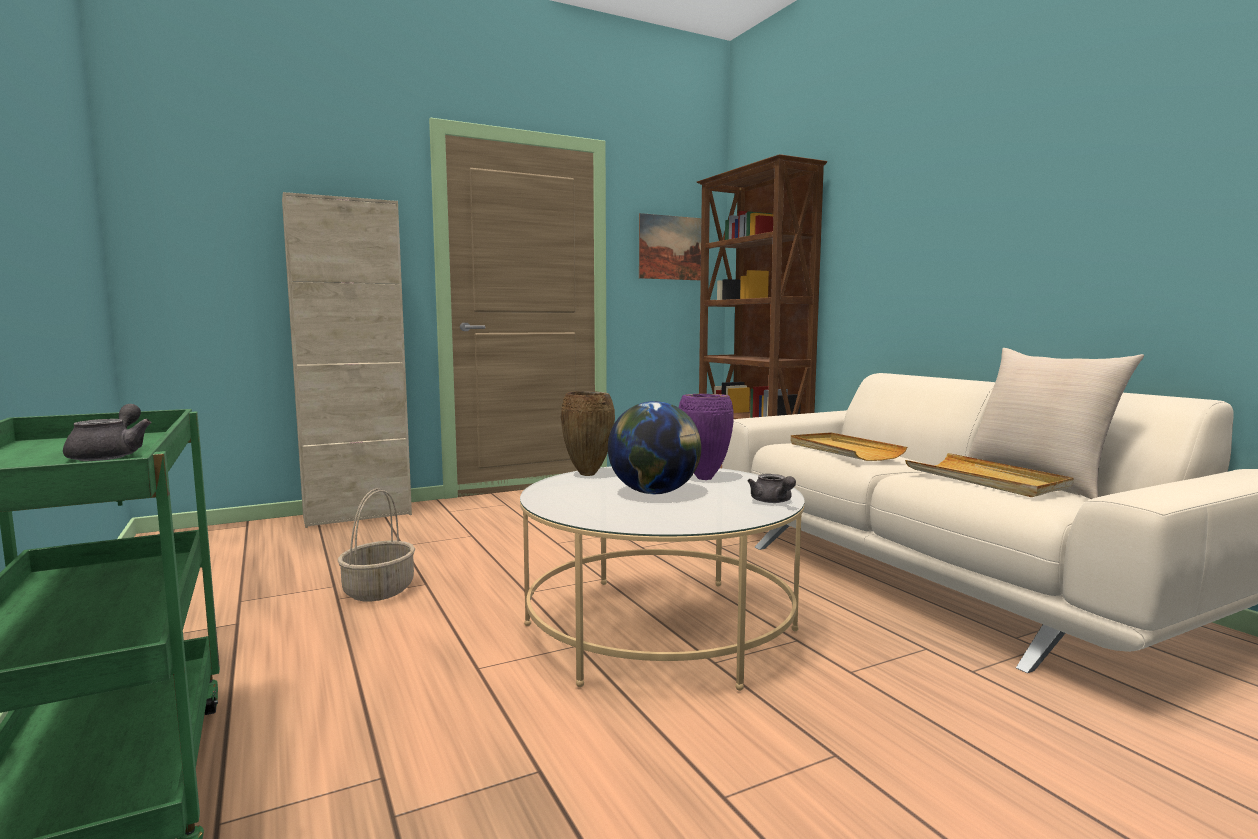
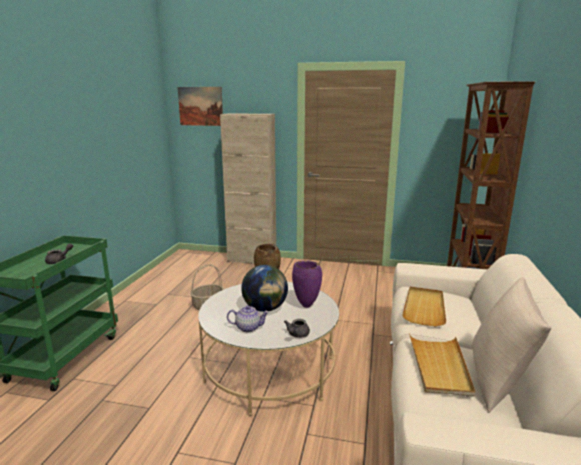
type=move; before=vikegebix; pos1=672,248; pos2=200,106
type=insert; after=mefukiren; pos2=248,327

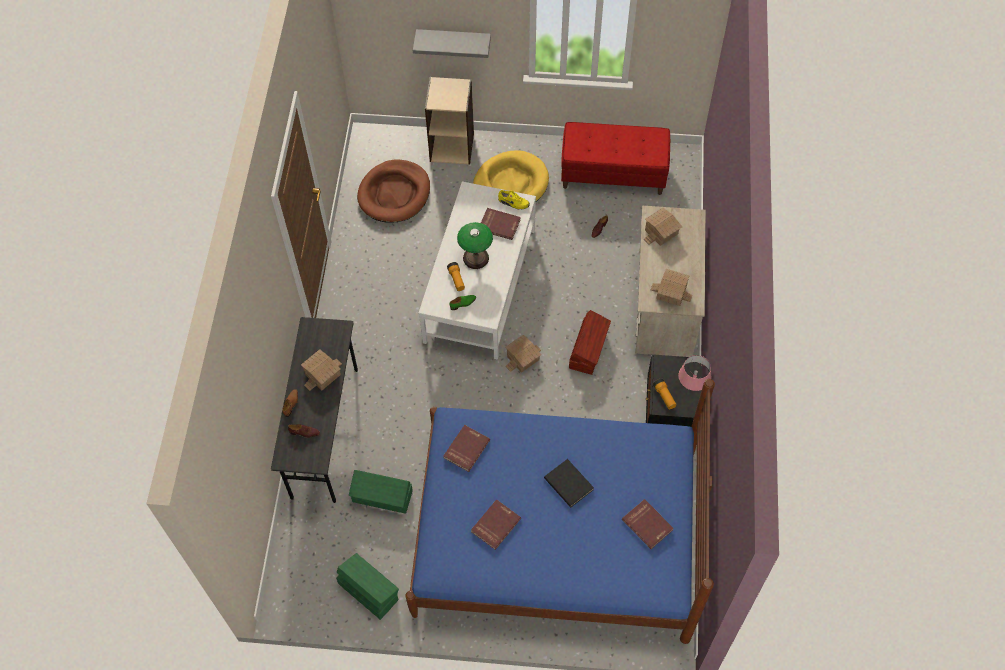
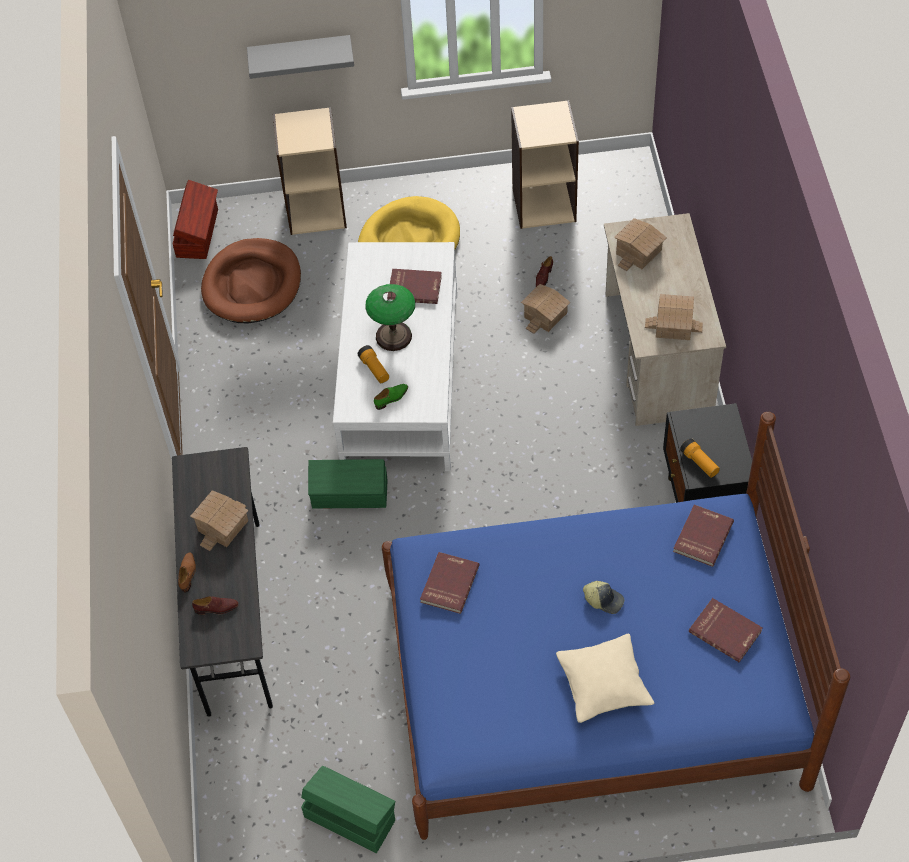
type=move; before=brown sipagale; pos1=588,349; pos2=198,233
type=move; before=green sipagale; pos1=382,497; pos2=350,494
type=replace; before=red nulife; after=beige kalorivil; pos1=613,174; pos2=544,204
type=move; before=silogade; pos1=523,359; pos2=546,315
type=insert; after=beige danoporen; pos2=604,684
type=replace; before=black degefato; after=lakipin; pos1=569,483; pos2=604,599
type=move; before=red degefato; pos1=495,524; pos2=702,536
type=delete; before=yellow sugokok; pos1=513,203
type=delete; before=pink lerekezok; pos1=690,390

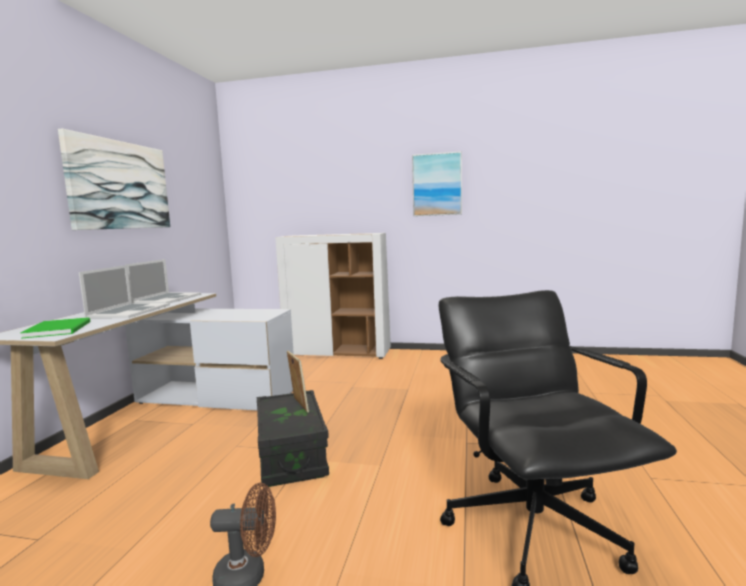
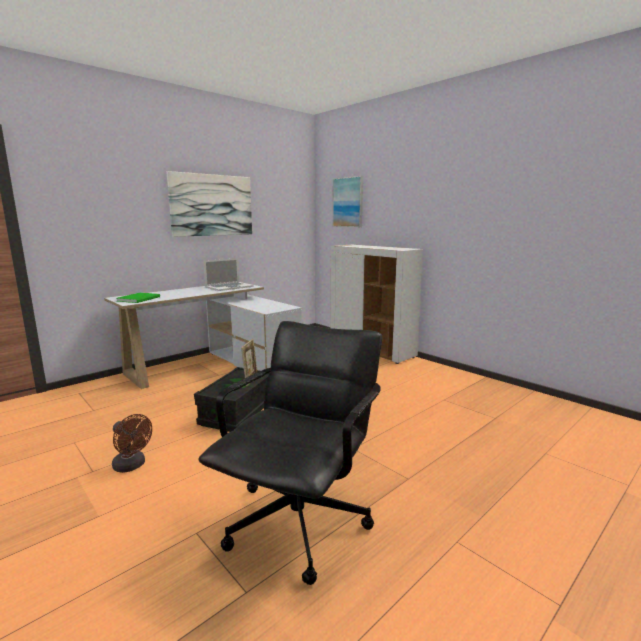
type=move; before=vikegebix; pos1=437,184; pos2=348,202
type=delete; before=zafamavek; pos1=129,311

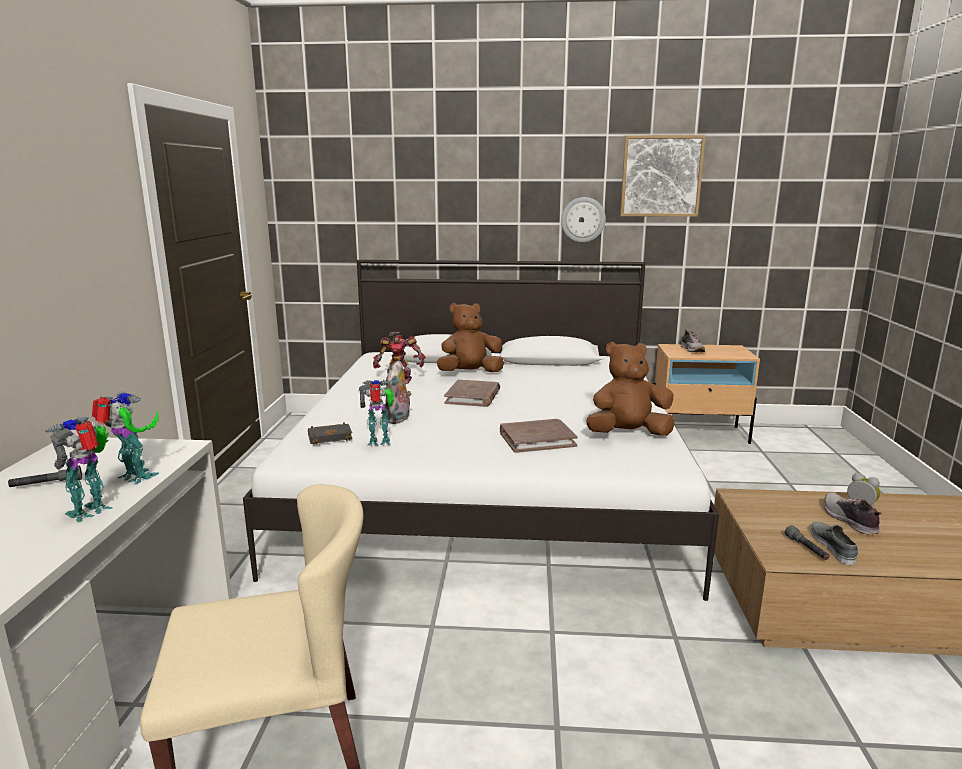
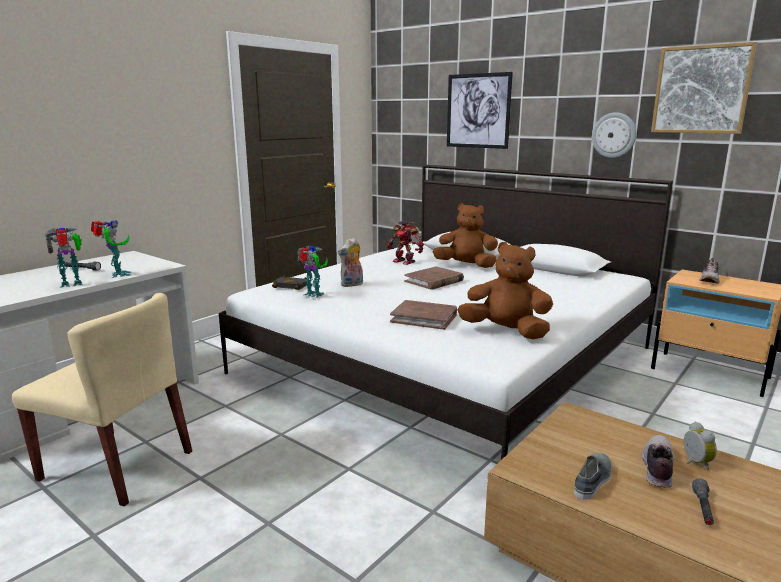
type=insert; after=vikegebix; pos2=478,111
type=move; before=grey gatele; pos1=806,549; pos2=703,508

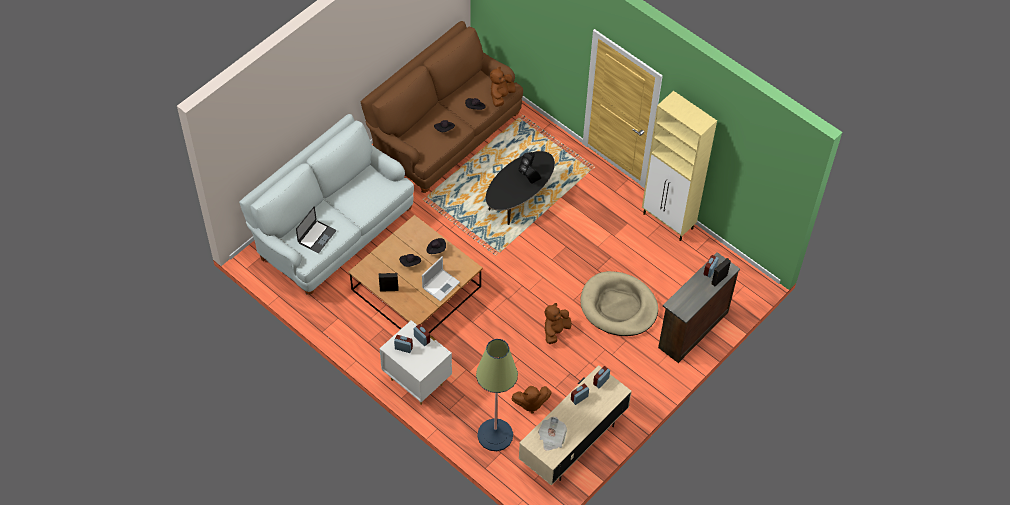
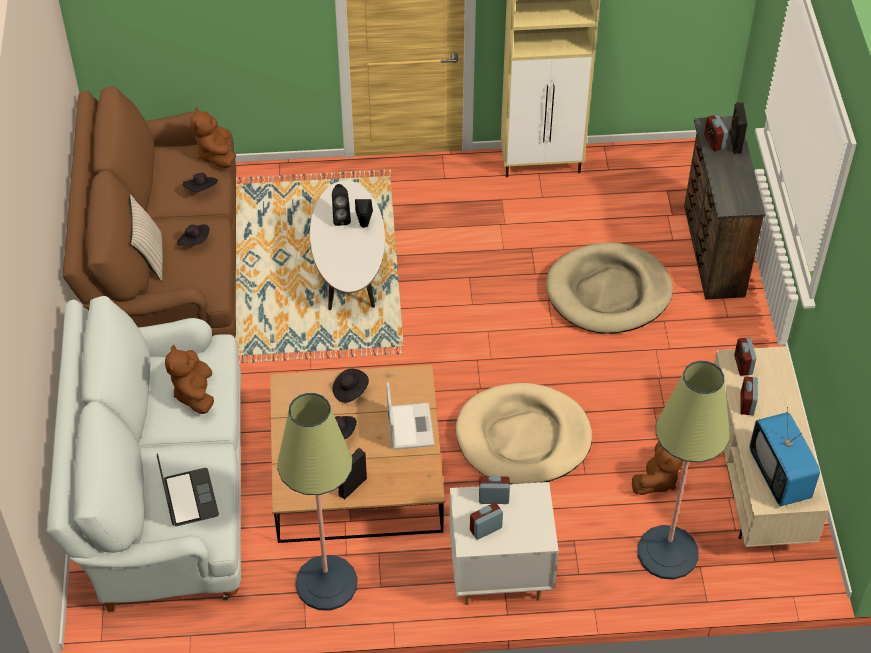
type=insert; after=beige danoporen; pos2=150,257
type=move; before=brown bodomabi; pos1=555,331; pos2=194,393
type=insert; after=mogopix; pos2=326,583
type=recolor; before=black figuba; after=white figuba; pos1=519,198; pos2=349,269
type=insert; after=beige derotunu; pos2=523,438
type=replace; before=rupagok; after=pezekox; pos1=551,438; pos2=779,475

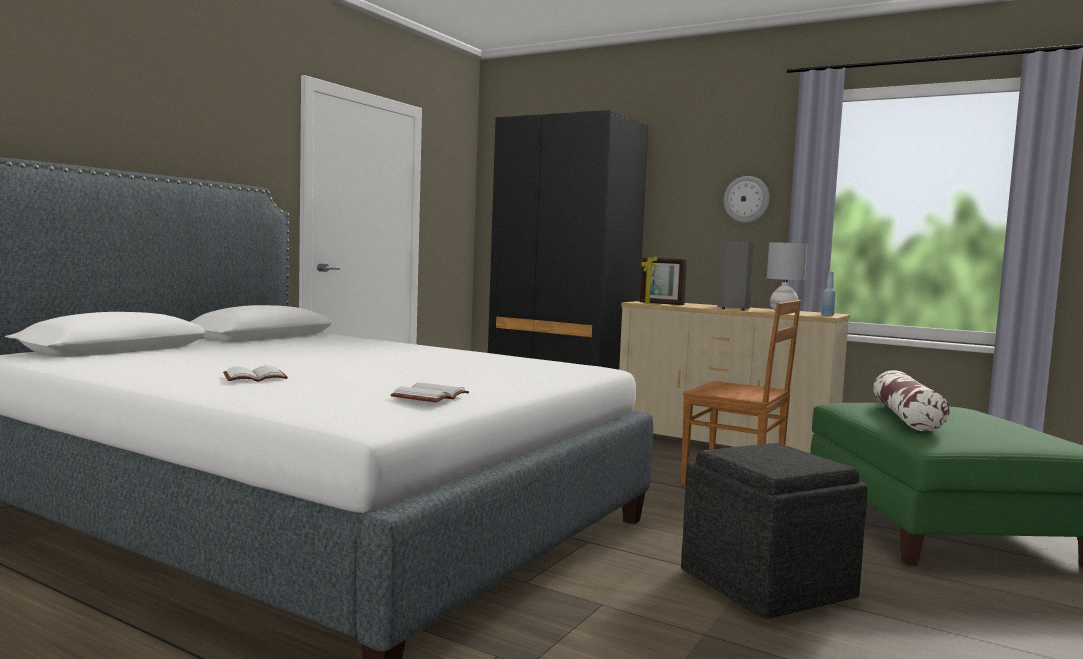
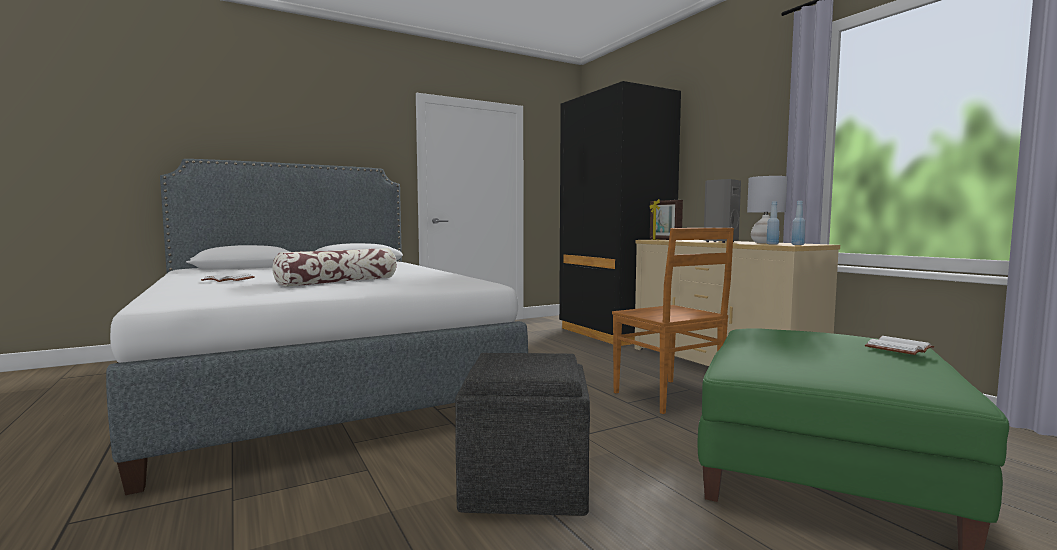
type=move; before=danoporen; pos1=906,417; pos2=339,282
type=insert; after=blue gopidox; pos2=772,244
type=move; before=white degefato; pos1=431,396; pos2=900,349
type=delete; before=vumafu; pos1=746,199

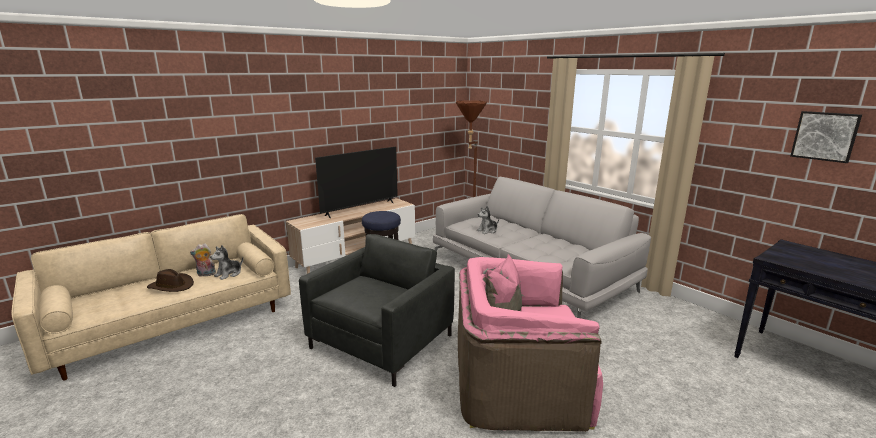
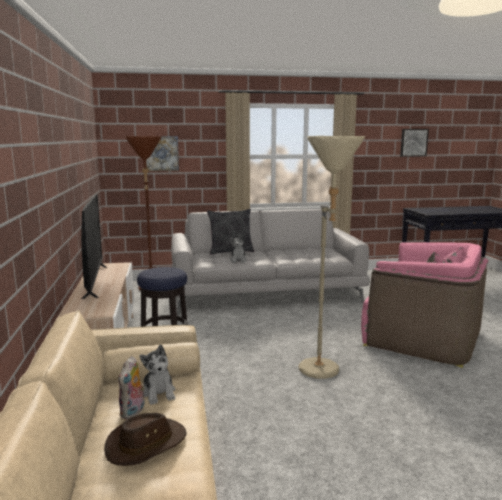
type=insert; after=vikegebix; pos2=161,153
type=insert; after=grey danoporen; pos2=230,251
type=replace; before=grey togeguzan; after=beige mogopix; pos1=382,341; pos2=324,373
type=rotate; before=pink togeguzan; pos1=519,383; pos2=422,338; turn=-90

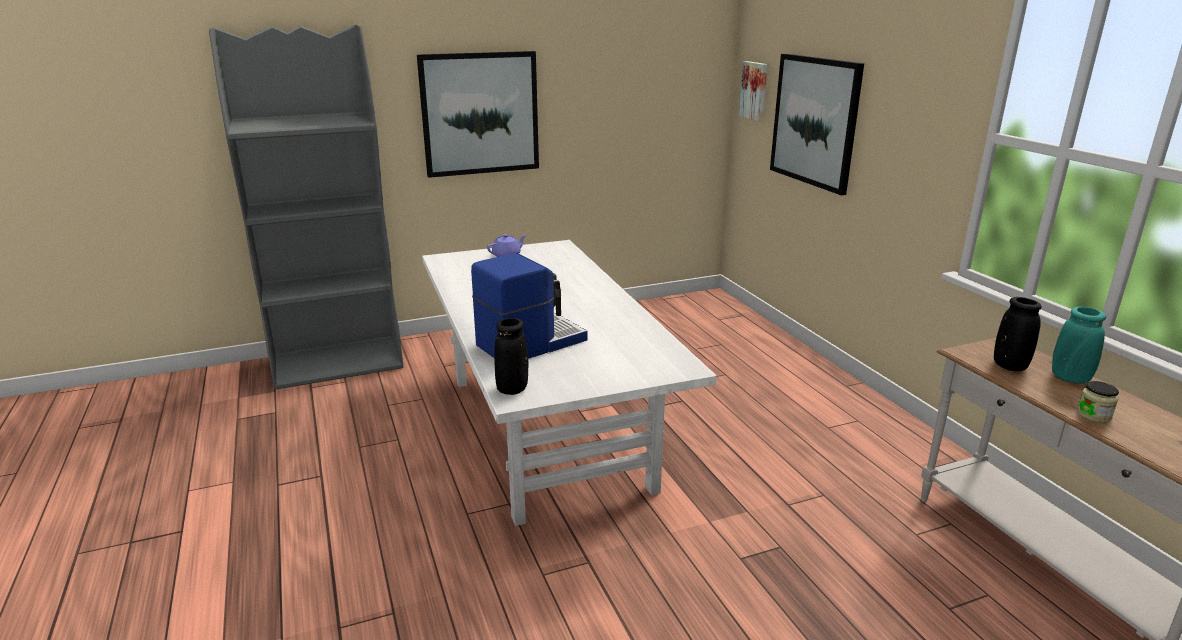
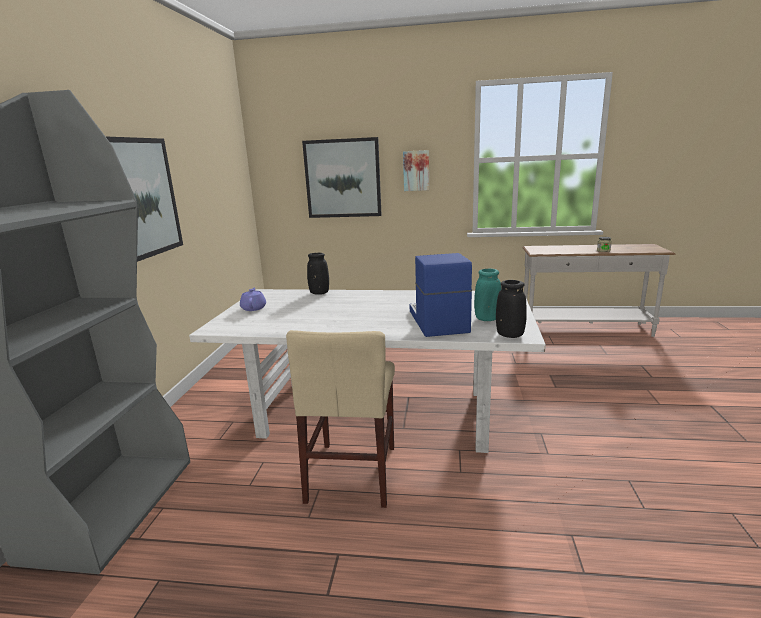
type=insert; after=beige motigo; pos2=352,473
type=move; before=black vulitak; pos1=1009,366; pos2=319,293
type=move; before=vikegebix; pos1=755,90; pos2=416,170
type=move; before=turquoise vulitak; pos1=1069,378; pos2=487,319

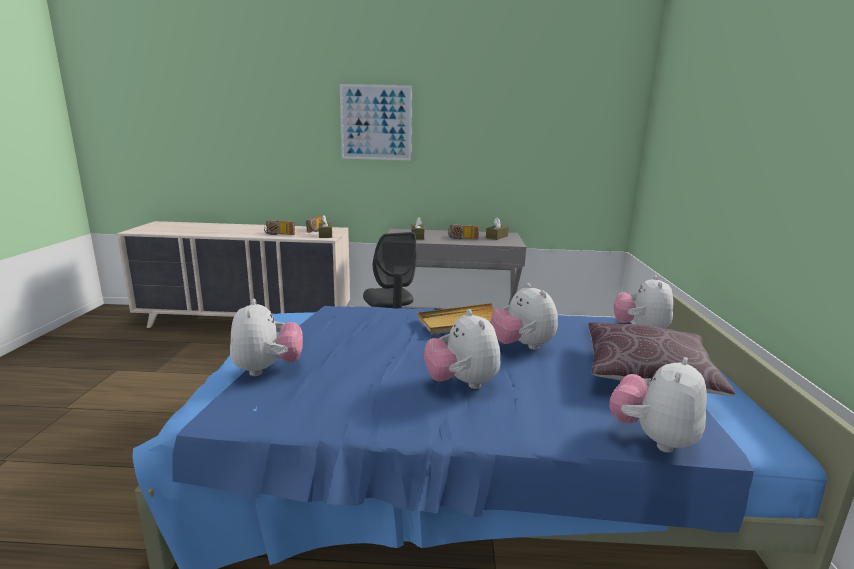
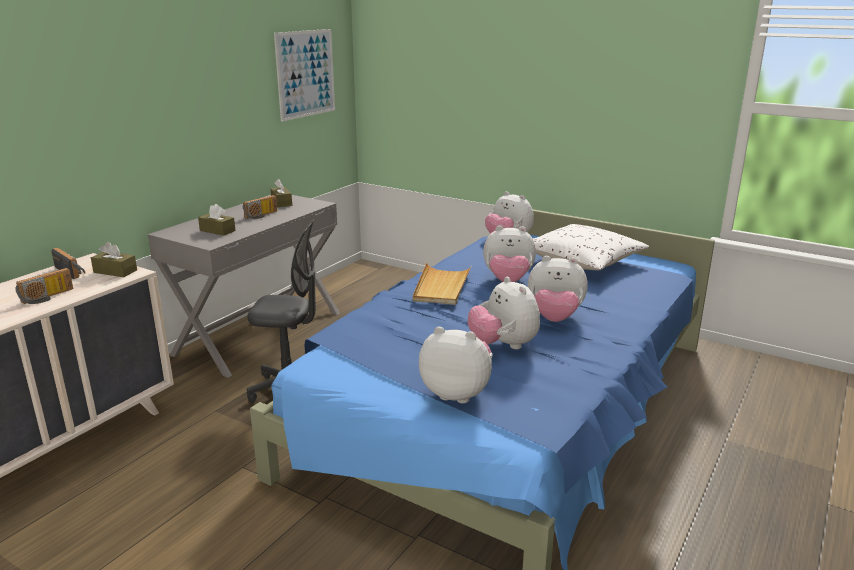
type=move; before=vikegebix; pos1=376,122; pos2=305,74
type=move; before=bodomabi; pos1=653,439; pos2=503,345
type=recolor; before=brown danoporen; after=white danoporen; pos1=647,374; pos2=582,261

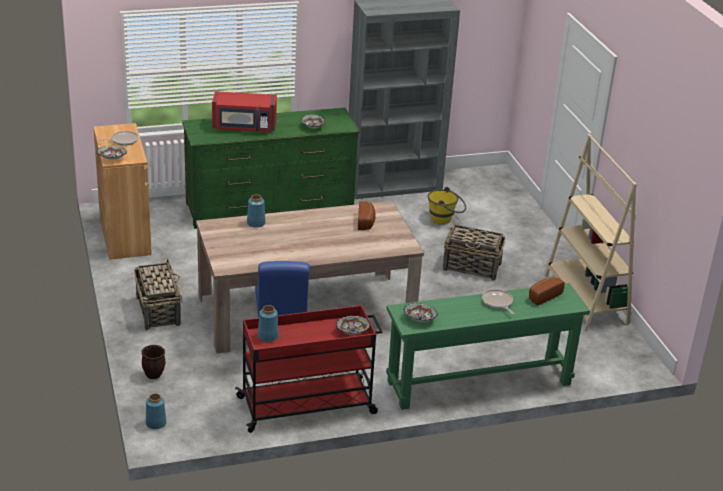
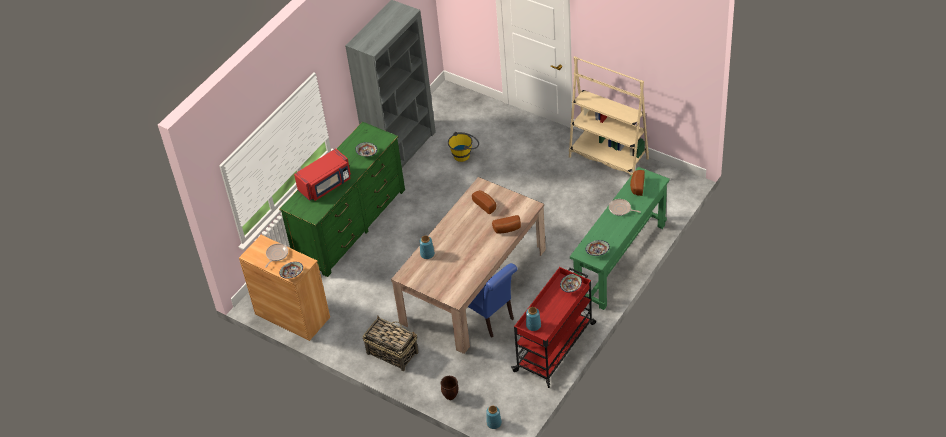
type=insert; after=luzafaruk; pos2=507,229
type=delete; before=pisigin; pos1=472,267

